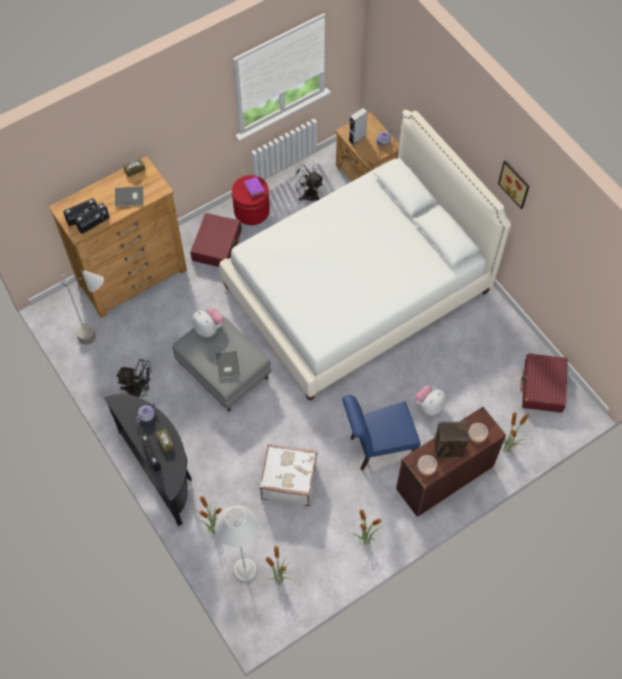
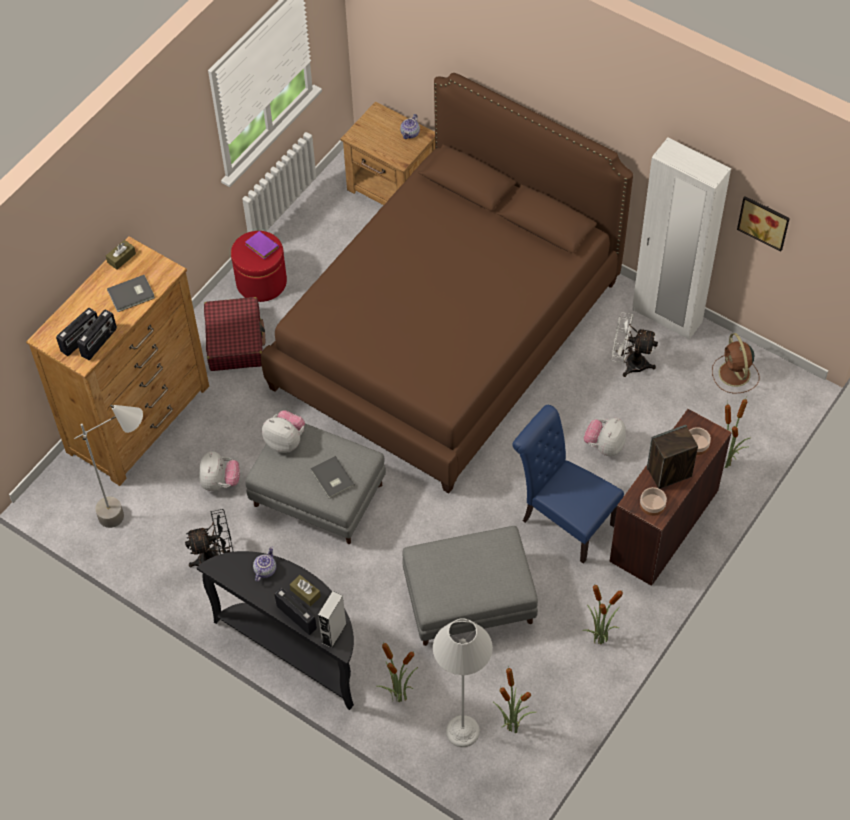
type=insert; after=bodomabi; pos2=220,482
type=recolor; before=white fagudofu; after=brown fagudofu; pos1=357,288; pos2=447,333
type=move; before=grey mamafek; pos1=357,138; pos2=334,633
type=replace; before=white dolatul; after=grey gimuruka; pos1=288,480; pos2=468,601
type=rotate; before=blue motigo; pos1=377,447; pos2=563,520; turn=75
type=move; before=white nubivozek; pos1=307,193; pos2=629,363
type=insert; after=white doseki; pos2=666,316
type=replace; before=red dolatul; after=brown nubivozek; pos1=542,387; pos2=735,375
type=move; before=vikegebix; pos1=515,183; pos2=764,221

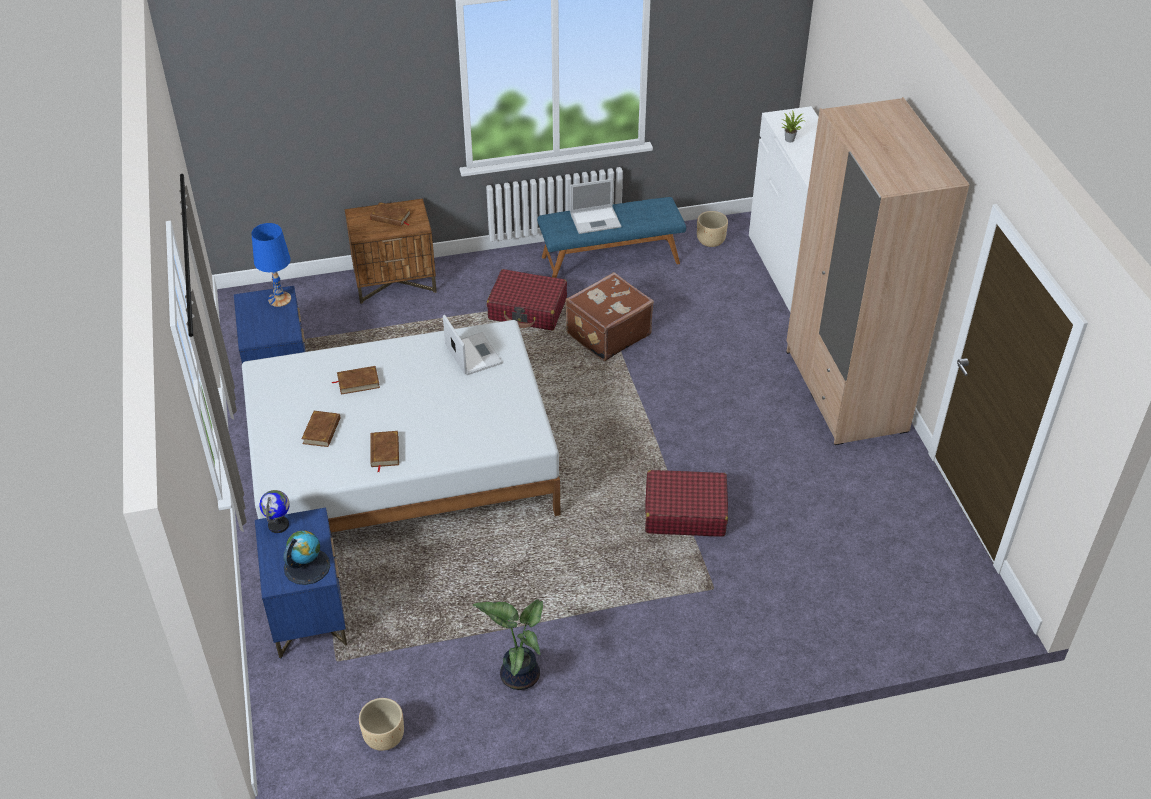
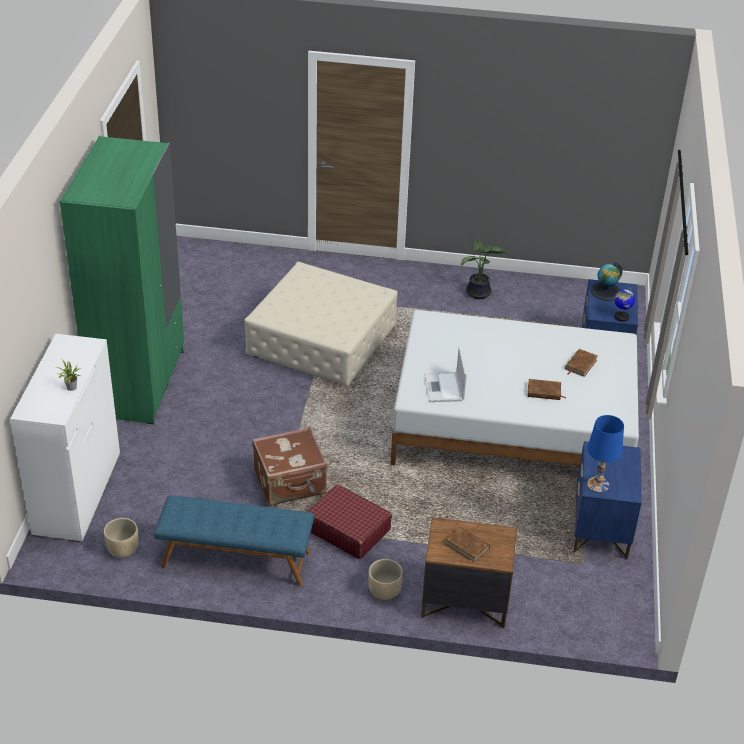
type=recolor; before=beige doseki; after=green doseki; pos1=845,391; pos2=138,383
type=replace; before=red dolatul; after=beige gimuruka; pos1=684,512; pos2=322,342
type=move; before=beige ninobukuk; pos1=383,737; pos2=385,591
type=delete; before=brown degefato; pos1=384,451
type=delete; before=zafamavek; pos1=596,220

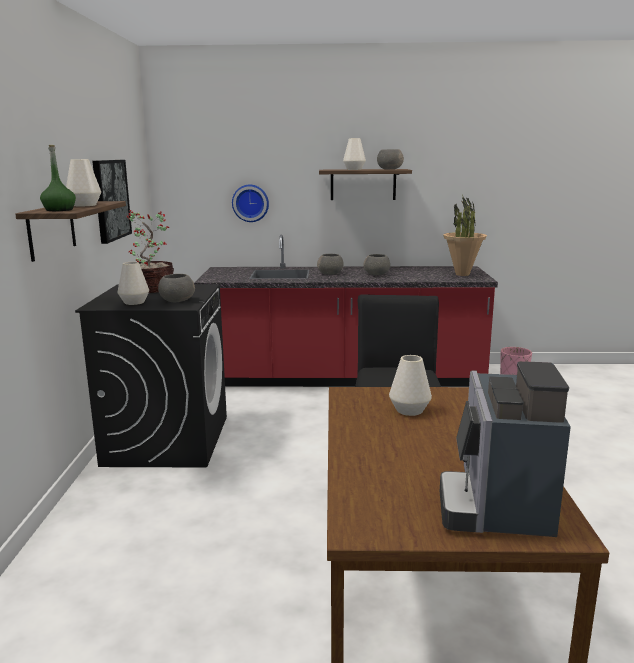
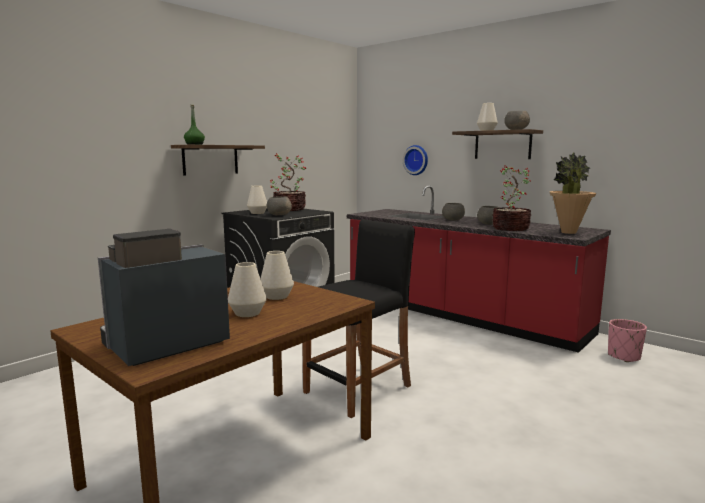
type=move; before=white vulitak; pos1=84,205; pos2=247,313
type=insert; after=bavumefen; pos2=510,228
type=delete; before=vikegebix; pos1=110,199

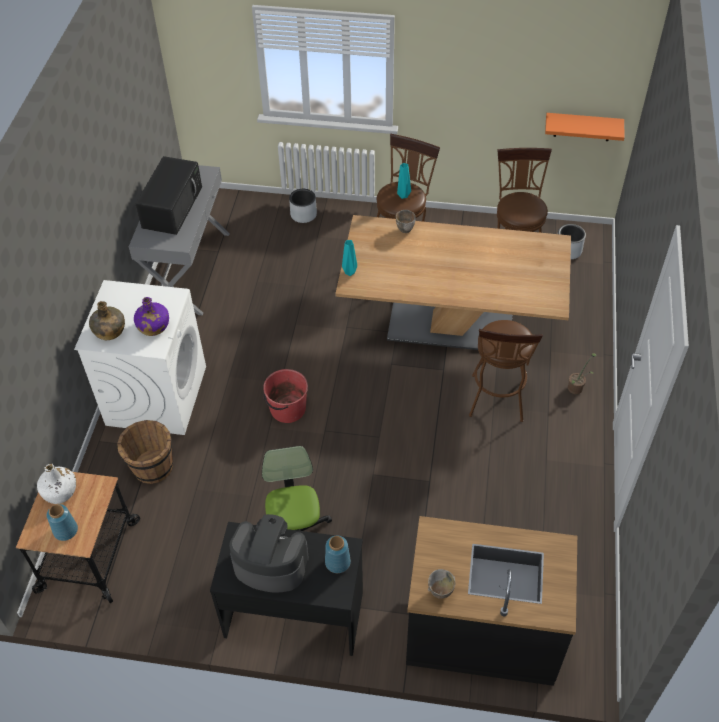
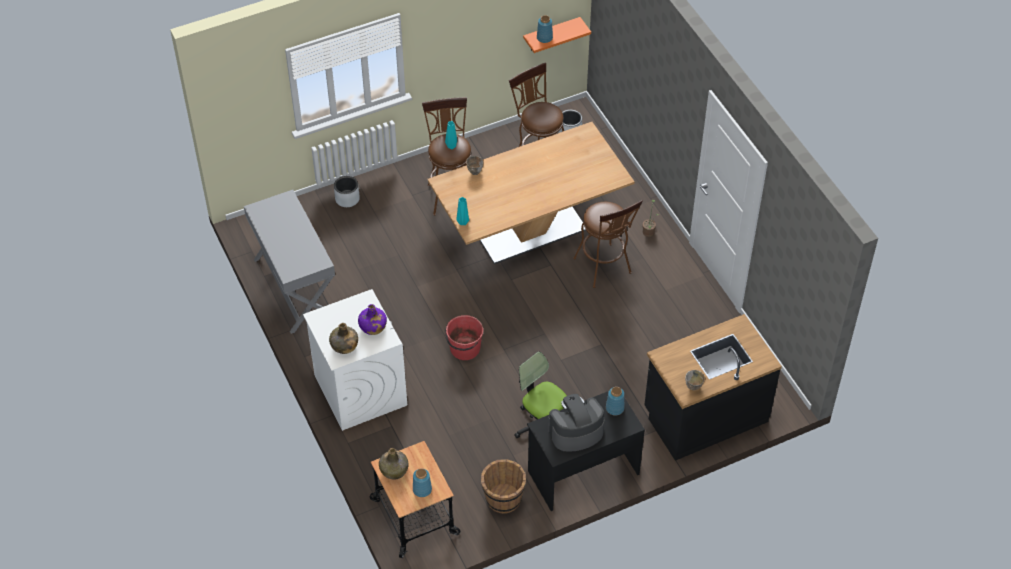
type=recolor; before=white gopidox; after=green gopidox; pos1=60,491; pos2=394,470
type=move; before=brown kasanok; pos1=152,467; pos2=503,499
type=insert; after=blue vulitak; pos2=544,38
type=delete; before=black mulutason; pos1=172,206

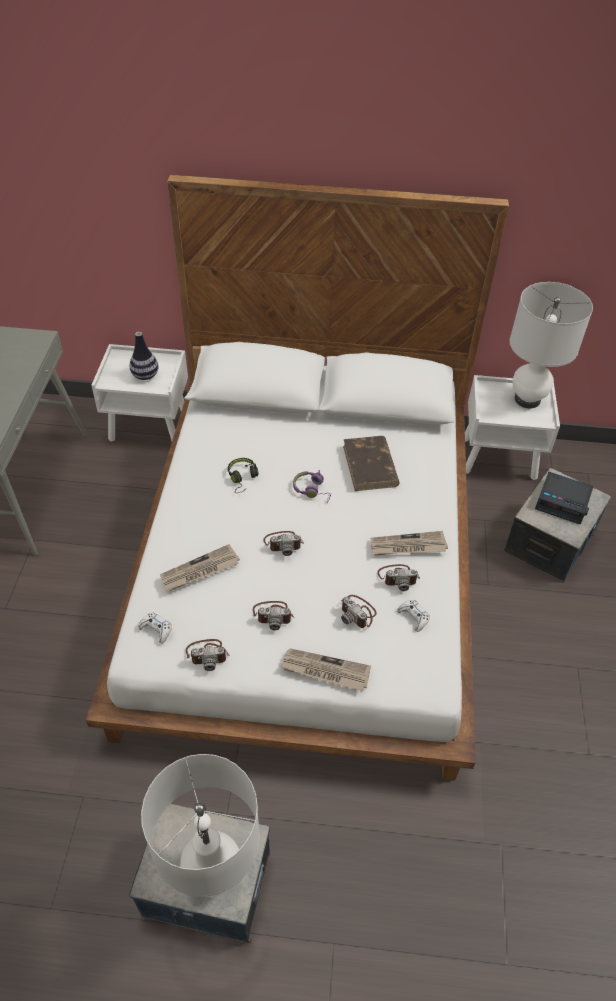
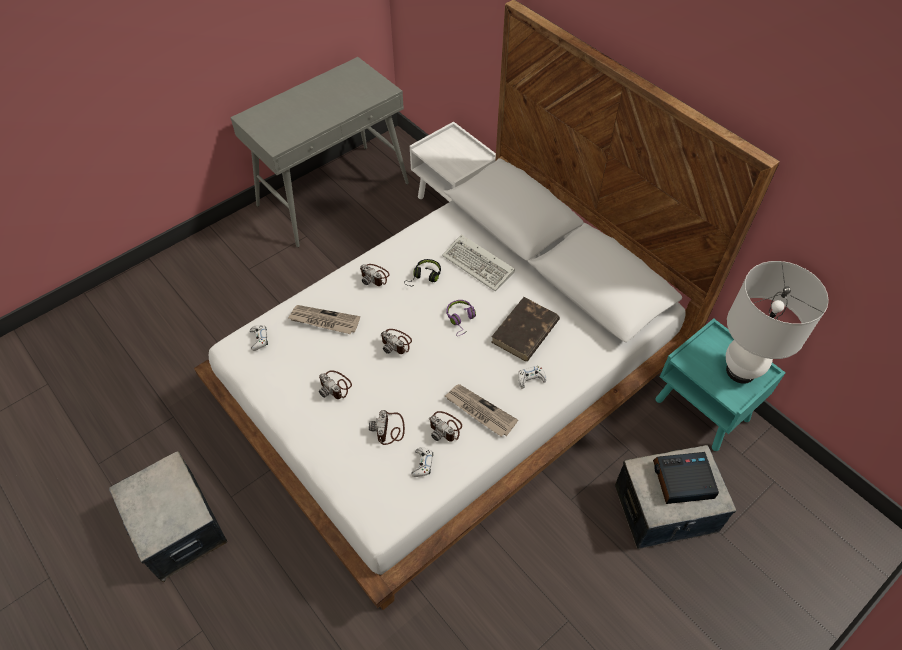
type=move; before=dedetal; pos1=207,654; pos2=375,276
type=insert; after=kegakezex; pos2=480,265
type=insert; after=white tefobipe; pos2=530,379
type=rotate; before=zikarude; pos1=563,502; pos2=682,481; turn=105
type=recolor; before=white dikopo; after=turquoise dikopo; pos1=499,458; pos2=703,410
type=delete; before=vulitak; pos1=145,376
type=delete; before=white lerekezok; pos1=213,875
type=delete; before=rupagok; pos1=325,671

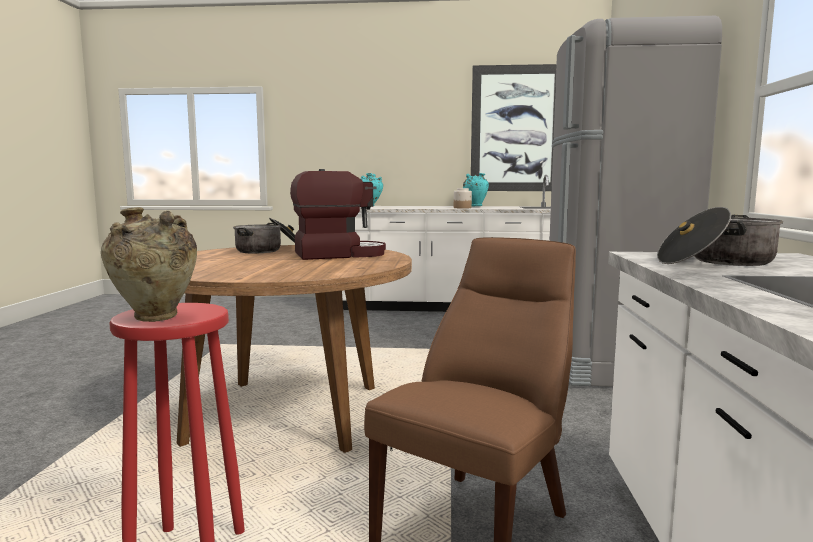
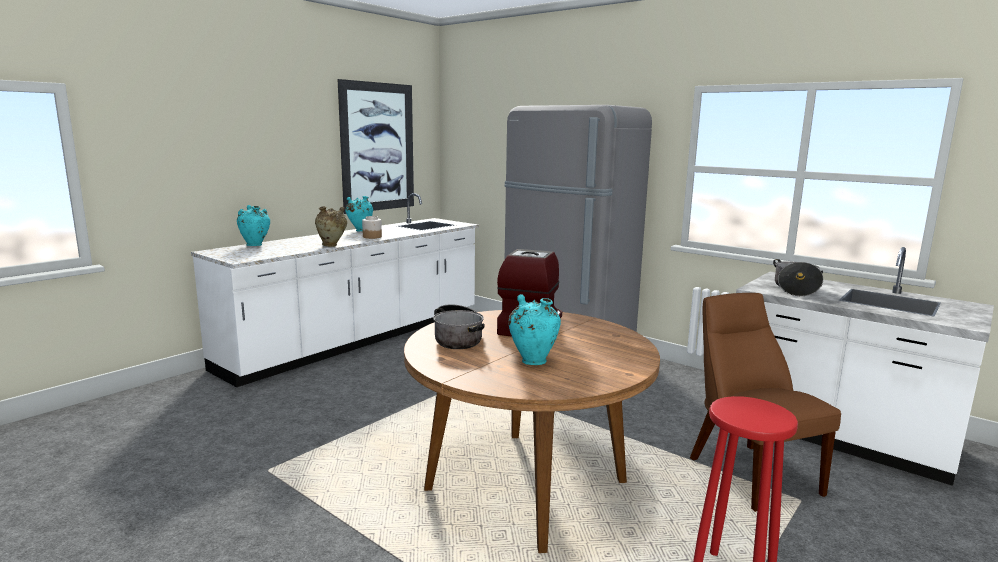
type=move; before=beige vulitak; pos1=155,319; pos2=332,246
type=insert; after=turquoise vulitak; pos2=533,361

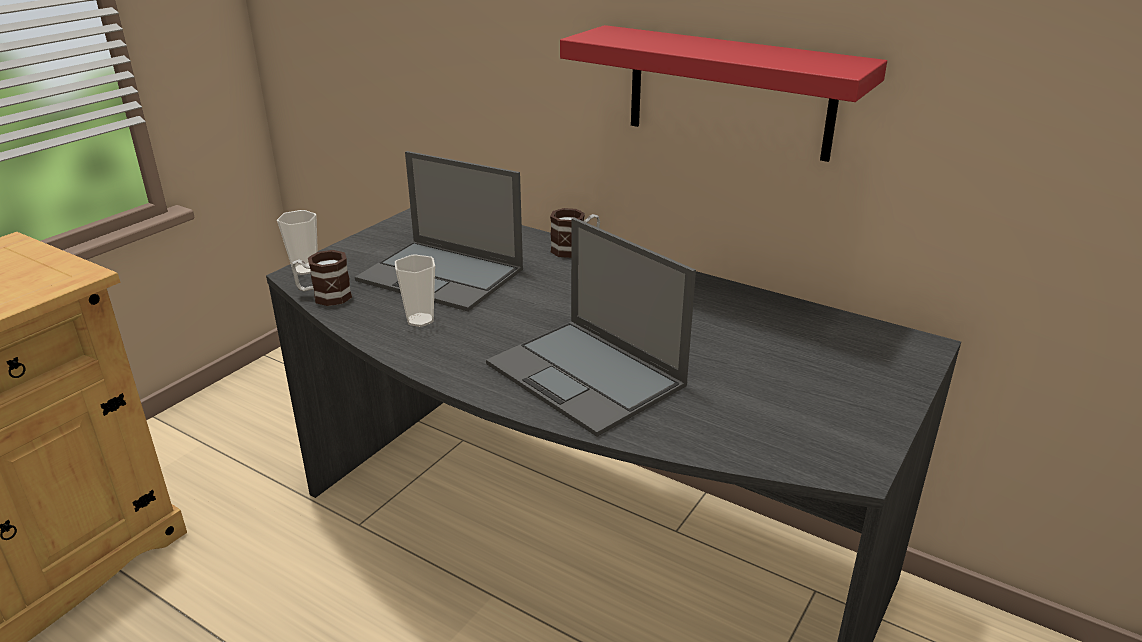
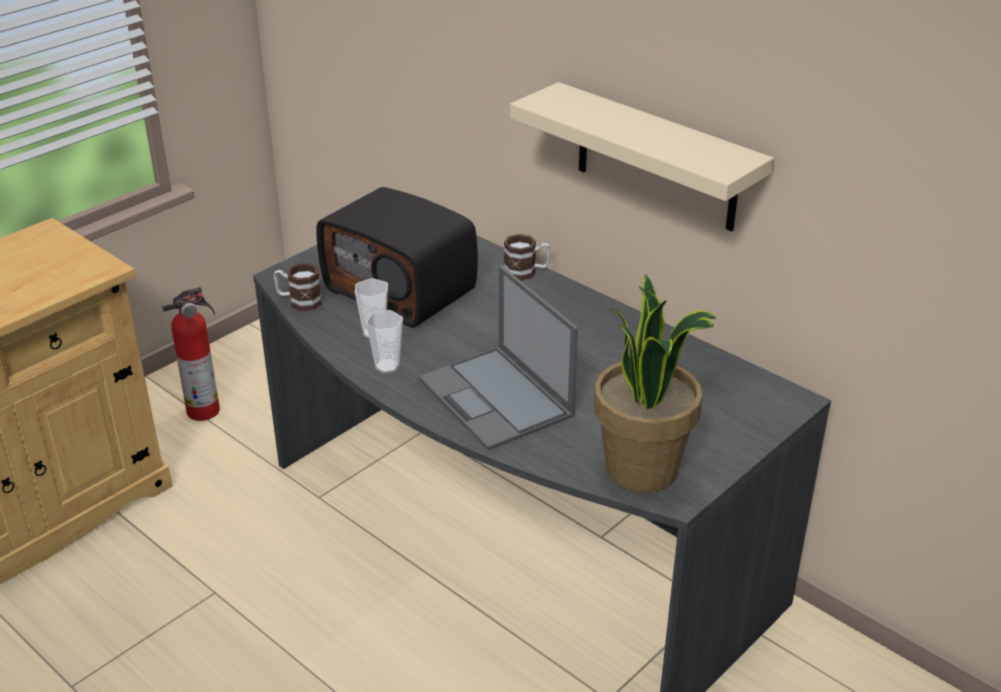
type=insert; after=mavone; pos2=205,410
type=replace; before=zafamavek; after=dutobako; pos1=442,275; pos2=402,289
type=move; before=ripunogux; pos1=305,269; pos2=387,366
type=recolor; before=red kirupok; after=beige kirupok; pos1=729,92; pos2=656,158
type=insert; after=bavumefen; pos2=643,469

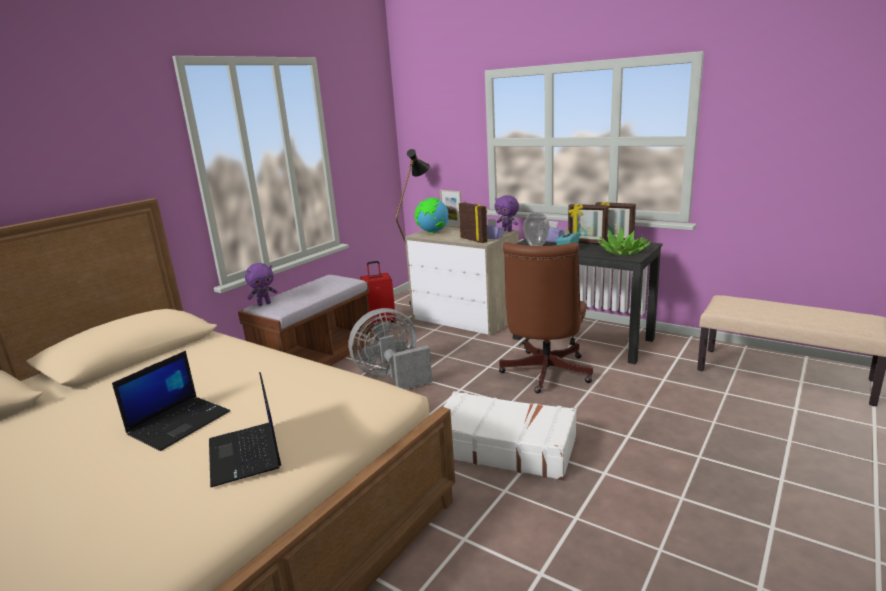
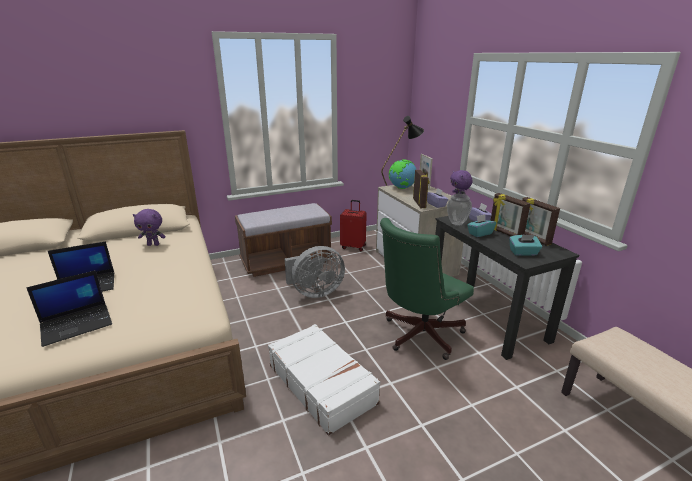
type=rotate; before=zafamavek; pos1=246,454; pos2=77,324; turn=-135
type=move; before=purple bodomabi; pos1=264,304; pos2=153,244
type=rotate; before=grey nubivozek; pos1=392,376; pos2=315,292; turn=150
type=recolor; before=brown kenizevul; after=green kenizevul; pos1=544,374; pos2=418,336
type=replace; before=bavumefen; after=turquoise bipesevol; pos1=623,252; pos2=523,253

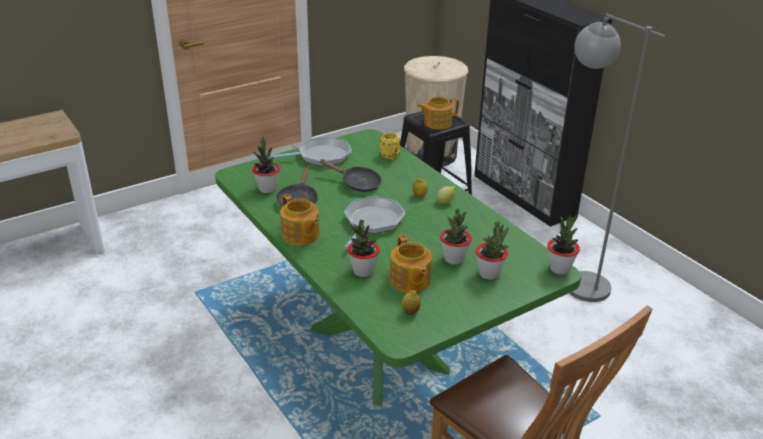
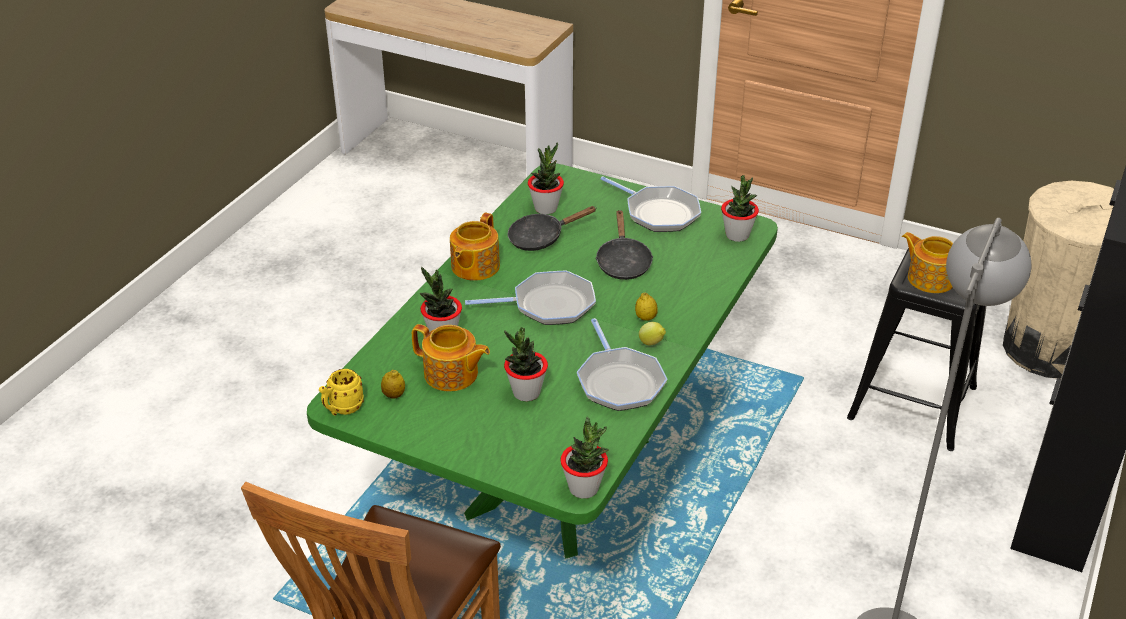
type=move; before=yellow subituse; pos1=390,157; pos2=342,409
type=rotate; before=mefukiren; pos1=410,281; pos2=452,375; turn=-105
type=insert; after=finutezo; pos2=619,381
type=move; before=bavumefen; pos1=489,274; pos2=737,235

